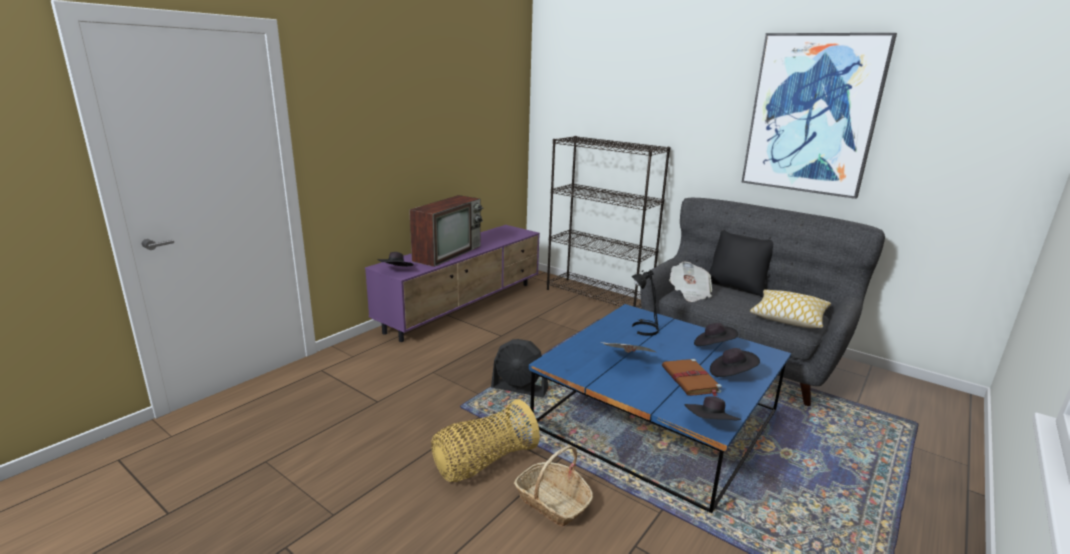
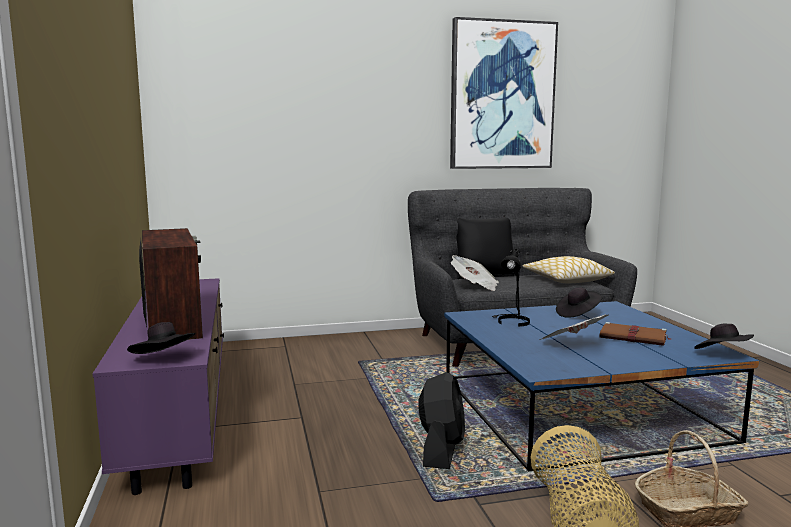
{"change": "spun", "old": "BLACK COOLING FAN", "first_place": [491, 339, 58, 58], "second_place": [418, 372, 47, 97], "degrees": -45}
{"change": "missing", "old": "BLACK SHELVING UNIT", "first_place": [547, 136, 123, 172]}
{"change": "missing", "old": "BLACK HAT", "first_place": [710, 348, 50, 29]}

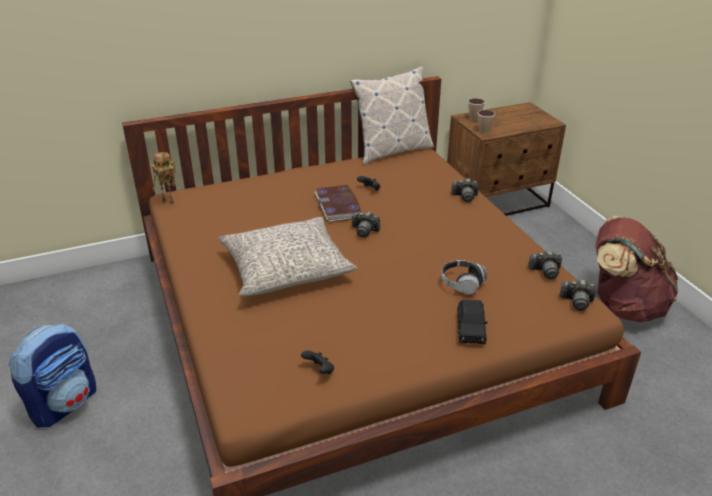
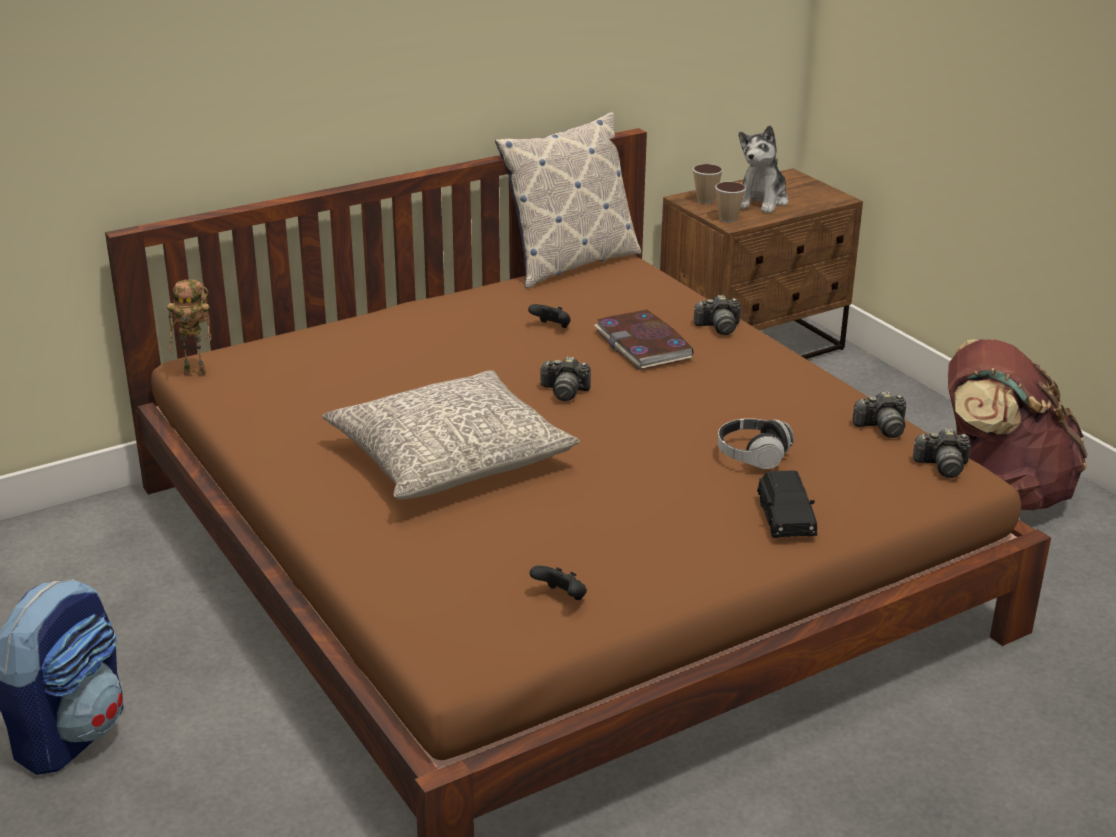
{"change": "relocated", "old": "BOUND BOOK", "first_place": [315, 185, 47, 37], "second_place": [595, 309, 99, 61]}
{"change": "appeared", "new": "SOFT TOY", "second_place": [739, 125, 49, 88]}

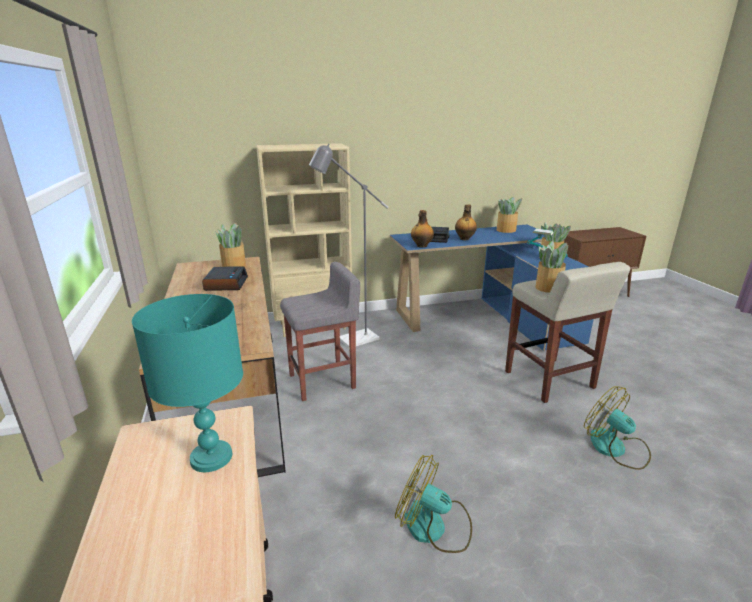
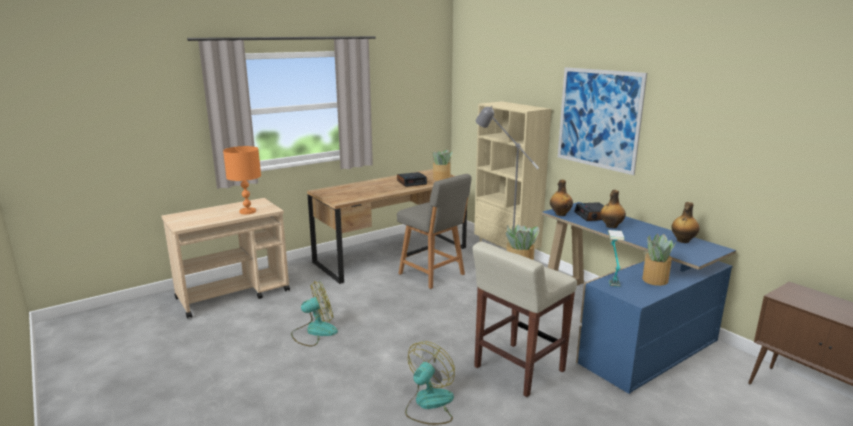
{"change": "colour", "old": "TURQUOISE TABLETOP LAMP", "new": "ORANGEY TABLETOP LAMP", "first_place": [132, 294, 111, 178], "second_place": [223, 146, 38, 68]}
{"change": "spun", "old": "COOLING FAN", "first_place": [395, 455, 77, 98], "second_place": [291, 281, 47, 65], "degrees": 60}
{"change": "exchanged", "old": "GRAY SITTING STOOL", "new": "GRAY UPRIGHT CHAIR", "first_place": [280, 262, 80, 139], "second_place": [397, 174, 75, 115]}
{"change": "appeared", "new": "WALL ART", "second_place": [558, 67, 89, 108]}
{"change": "exchanged", "old": "PLANT IN A POT", "new": "BEVERAGE BOTTLE", "first_place": [497, 197, 25, 36], "second_place": [671, 202, 28, 41]}

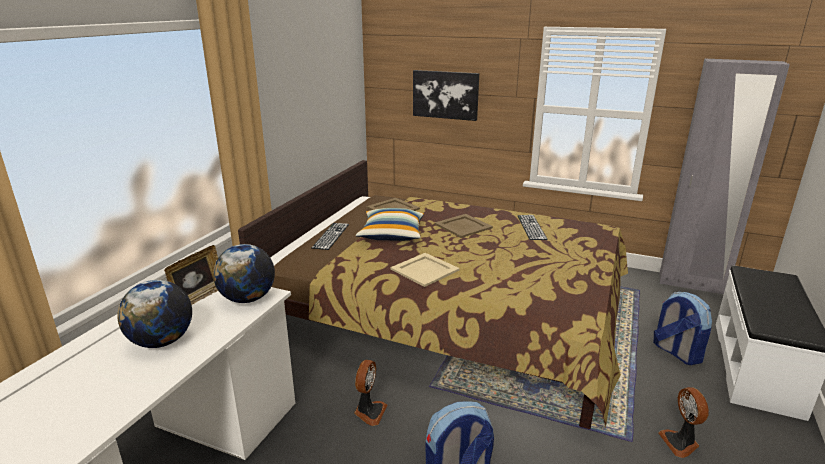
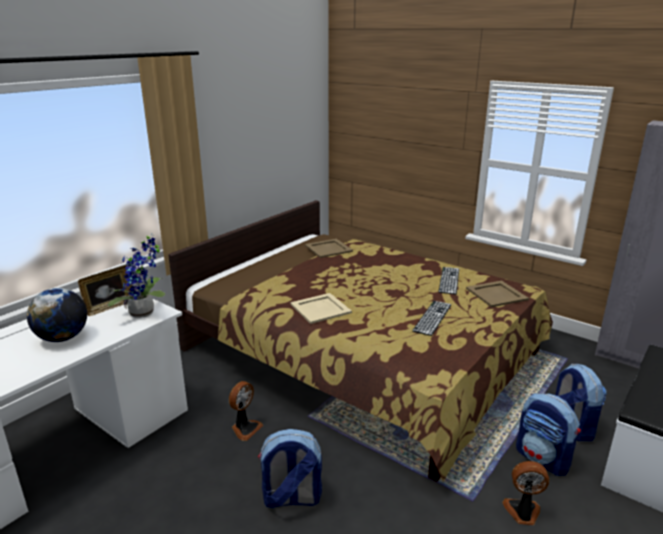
{"change": "exchanged", "old": "WORLD GLOBE", "new": "PLANT IN A POT", "first_place": [213, 244, 62, 59], "second_place": [108, 233, 57, 85]}
{"change": "relocated", "old": "KEYBOARD", "first_place": [312, 223, 37, 27], "second_place": [412, 301, 40, 35]}
{"change": "relocated", "old": "BEIGE CARRYING TRAY", "first_place": [435, 214, 58, 24], "second_place": [466, 281, 63, 26]}
{"change": "spun", "old": "COOLING FAN", "first_place": [659, 387, 50, 71], "second_place": [502, 461, 47, 64], "degrees": 90}
{"change": "appeared", "new": "BACKPACK", "second_place": [516, 393, 65, 83]}
{"change": "missing", "old": "PILLOW", "first_place": [356, 208, 68, 33]}
{"change": "missing", "old": "WALL ART", "first_place": [413, 70, 66, 51]}

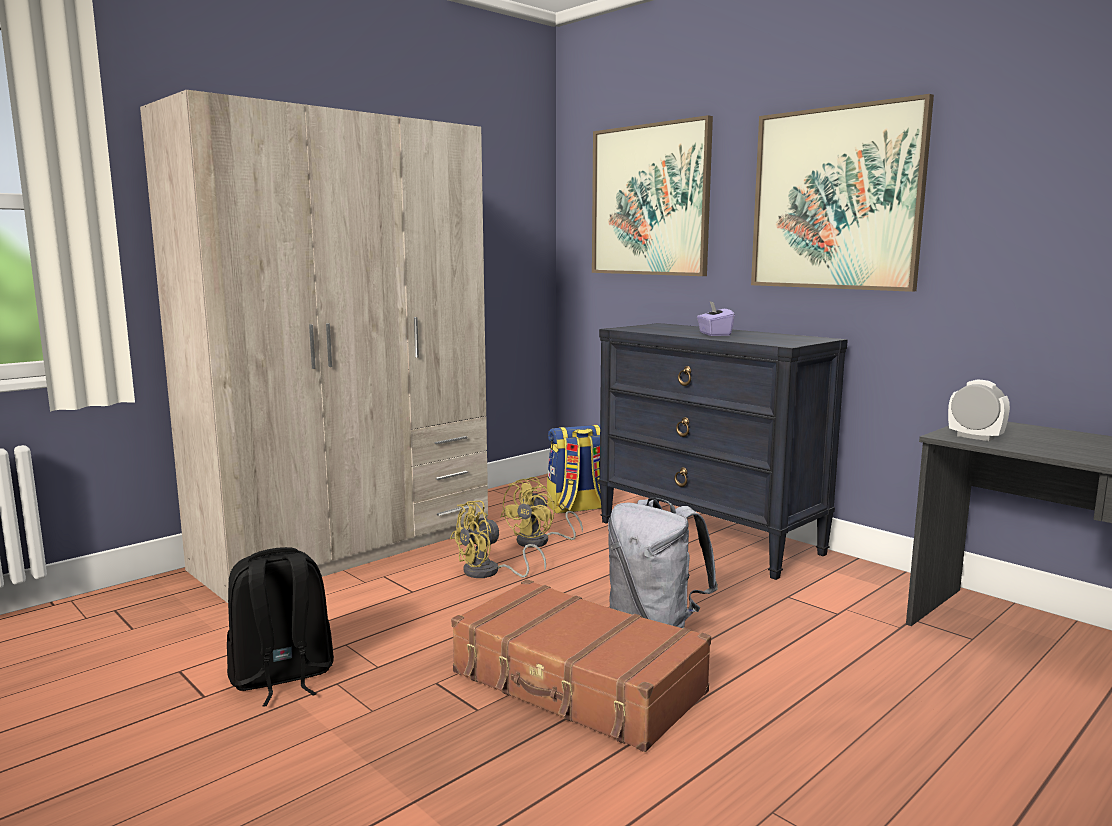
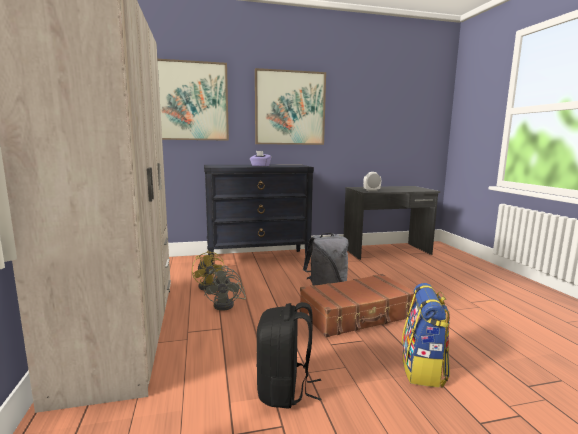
{"change": "colour", "old": "YELLOW-COLOURED COOLING FAN", "new": "GRAY COOLING FAN", "first_place": [450, 500, 96, 78], "second_place": [204, 266, 42, 45]}
{"change": "relocated", "old": "BACKPACK", "first_place": [547, 425, 54, 89], "second_place": [402, 283, 48, 105]}

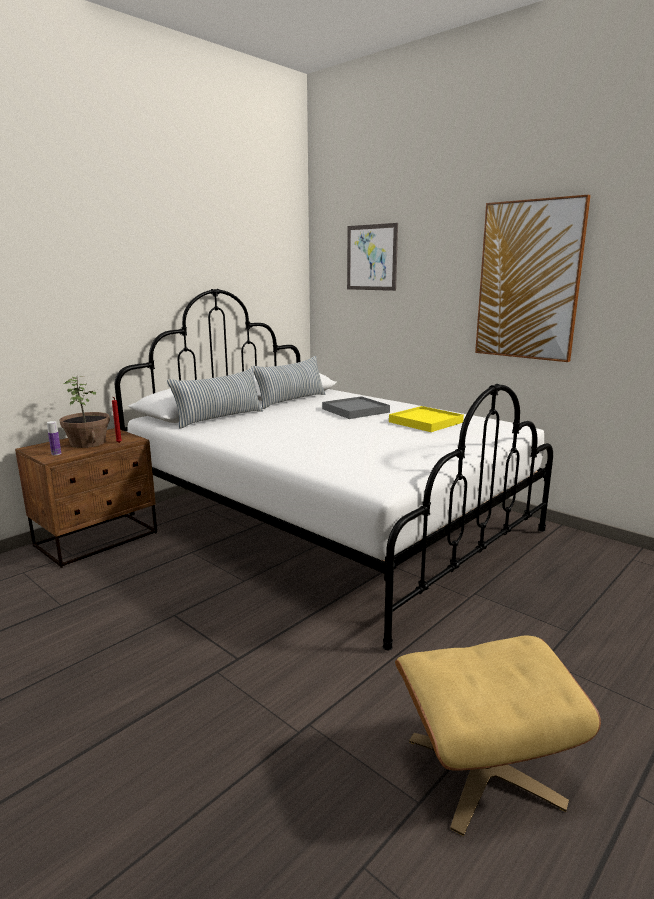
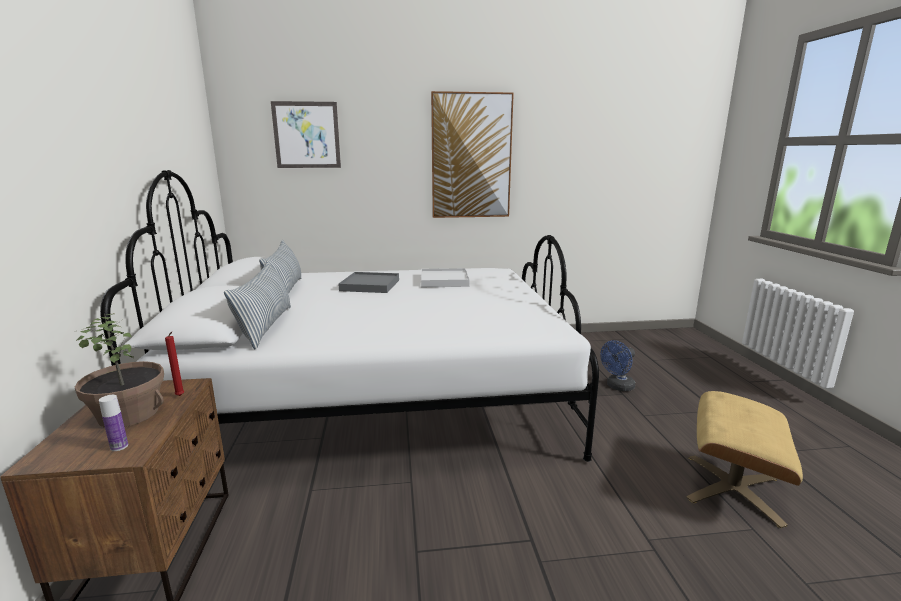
{"change": "colour", "old": "YELLOW-COLOURED CARRYING TRAY", "new": "WHITE CARRYING TRAY", "first_place": [389, 406, 75, 26], "second_place": [421, 268, 49, 19]}
{"change": "appeared", "new": "BLUISH COOLING FAN", "second_place": [600, 340, 35, 51]}

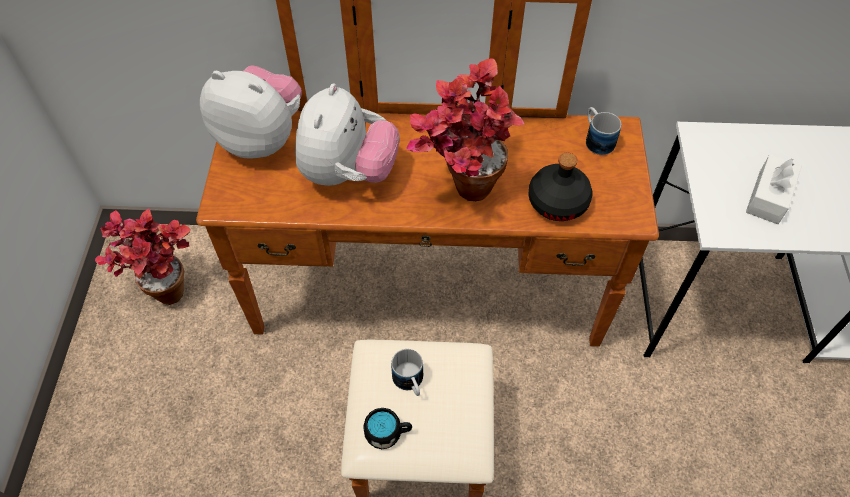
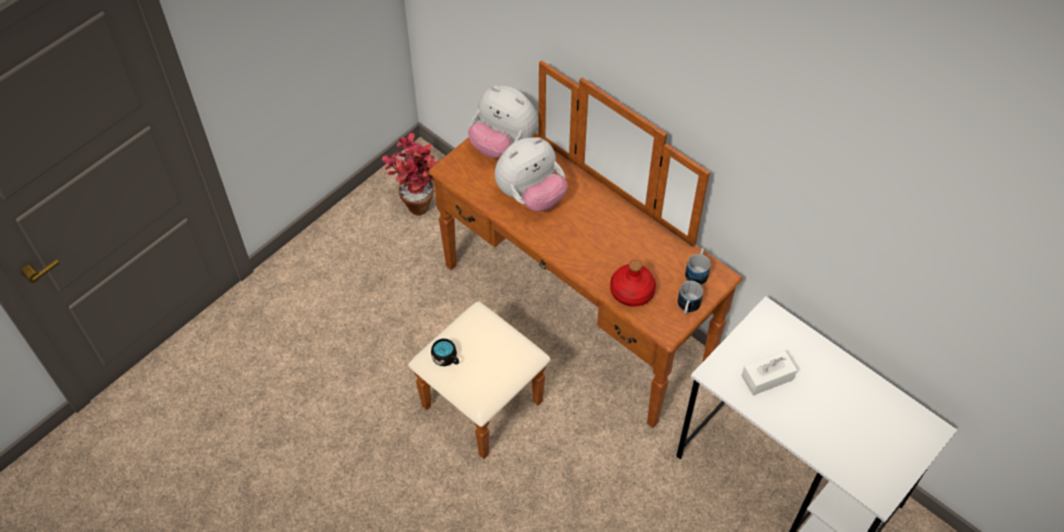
{"change": "spun", "old": "SOFT TOY", "first_place": [200, 65, 102, 94], "second_place": [468, 86, 70, 72], "degrees": 150}
{"change": "colour", "old": "BLACK BEVERAGE BOTTLE", "new": "RED-COLOURED BEVERAGE BOTTLE", "first_place": [529, 153, 63, 68], "second_place": [610, 260, 46, 47]}
{"change": "relocated", "old": "TEA MUG", "first_place": [391, 349, 32, 47], "second_place": [678, 281, 25, 34]}
{"change": "missing", "old": "PLANT IN A POT", "first_place": [406, 58, 118, 143]}

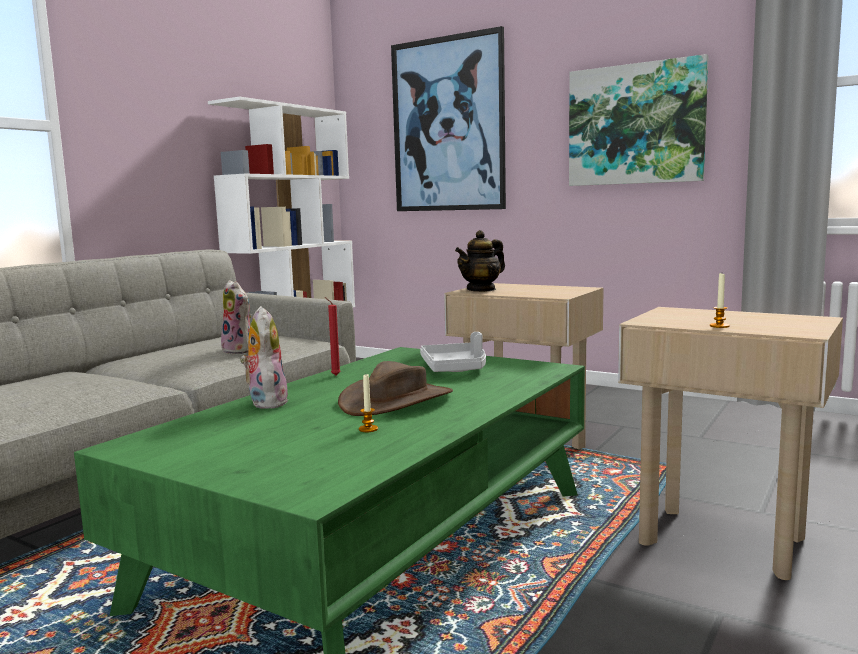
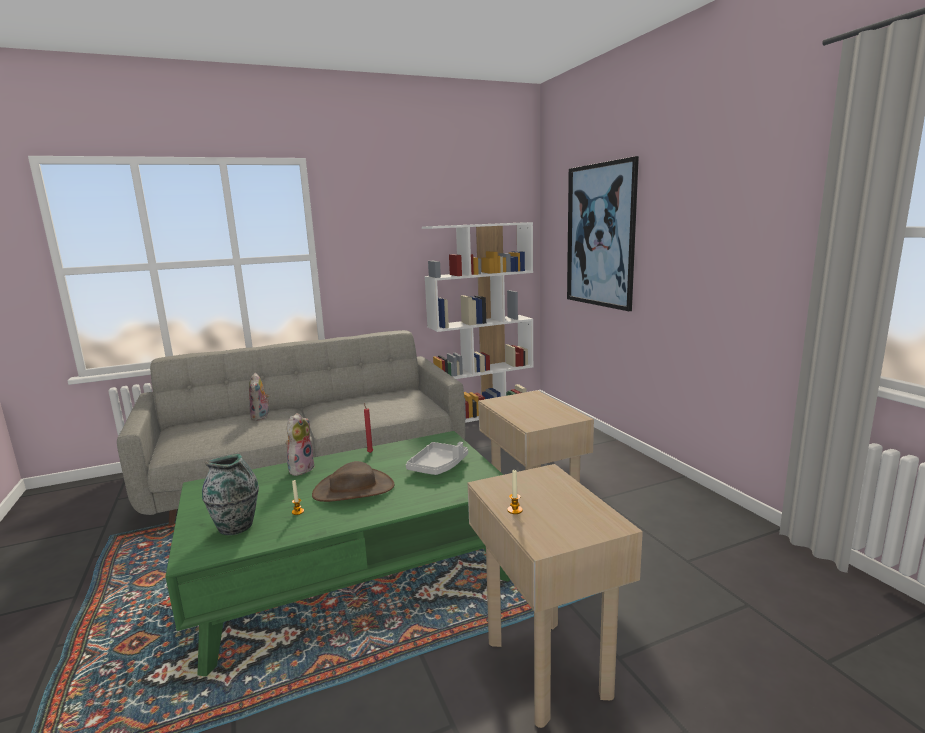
{"change": "appeared", "new": "DECORATIVE VASE", "second_place": [202, 454, 57, 81]}
{"change": "relocated", "old": "SOFT TOY", "first_place": [220, 280, 32, 74], "second_place": [249, 373, 21, 48]}
{"change": "missing", "old": "TEA POT", "first_place": [455, 230, 50, 62]}
{"change": "missing", "old": "WALL ART", "first_place": [569, 54, 140, 132]}

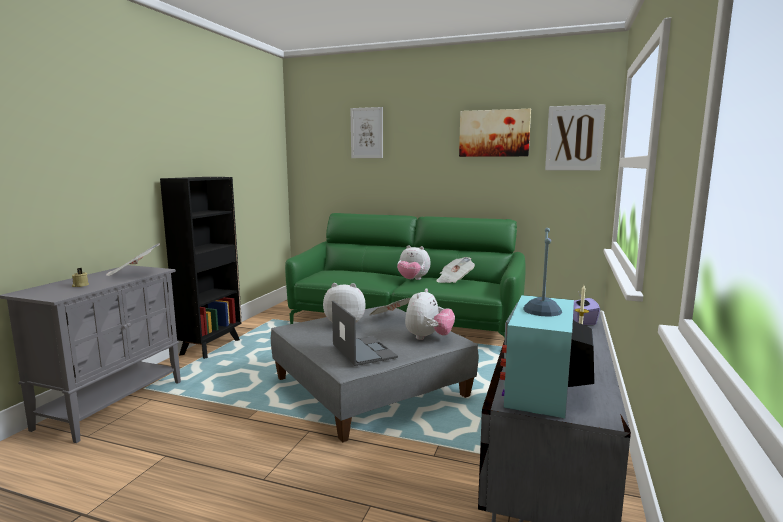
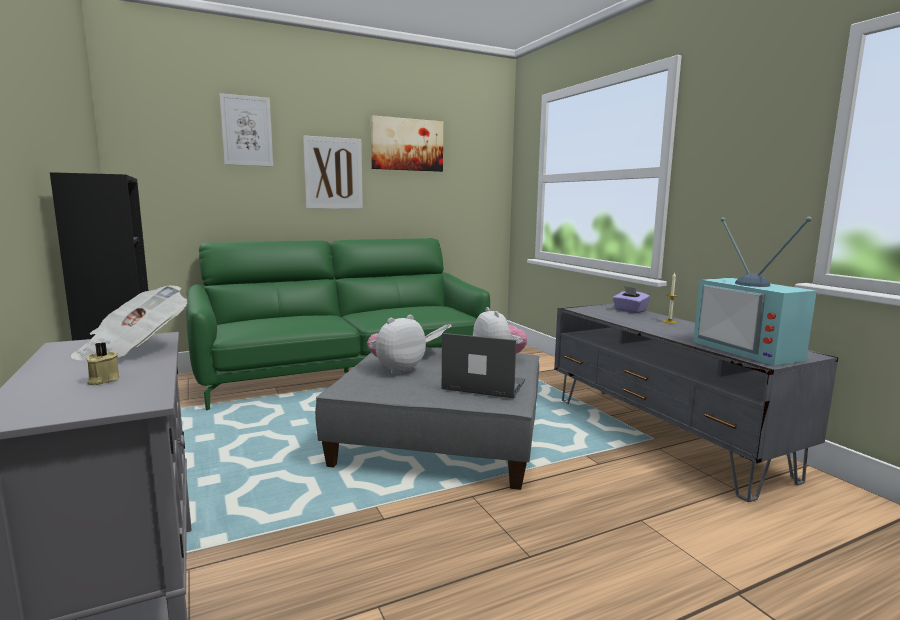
{"change": "relocated", "old": "WALL ART", "first_place": [545, 104, 61, 67], "second_place": [303, 135, 60, 74]}
{"change": "missing", "old": "SOFT TOY", "first_place": [397, 245, 34, 35]}
{"change": "missing", "old": "PRINTED PAPER", "first_place": [436, 257, 39, 26]}

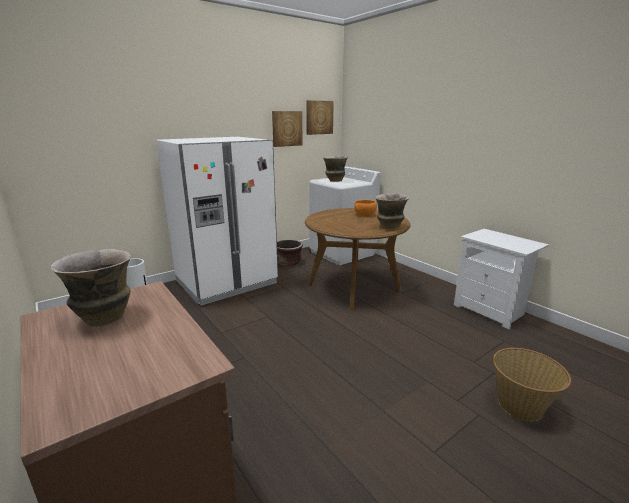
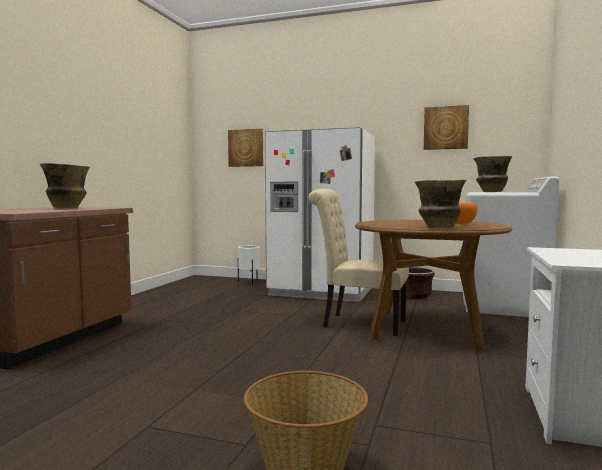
{"change": "relocated", "old": "WALL ART", "first_place": [306, 100, 28, 35], "second_place": [228, 128, 35, 39]}
{"change": "appeared", "new": "BEIGE UPRIGHT CHAIR", "second_place": [309, 189, 100, 147]}

